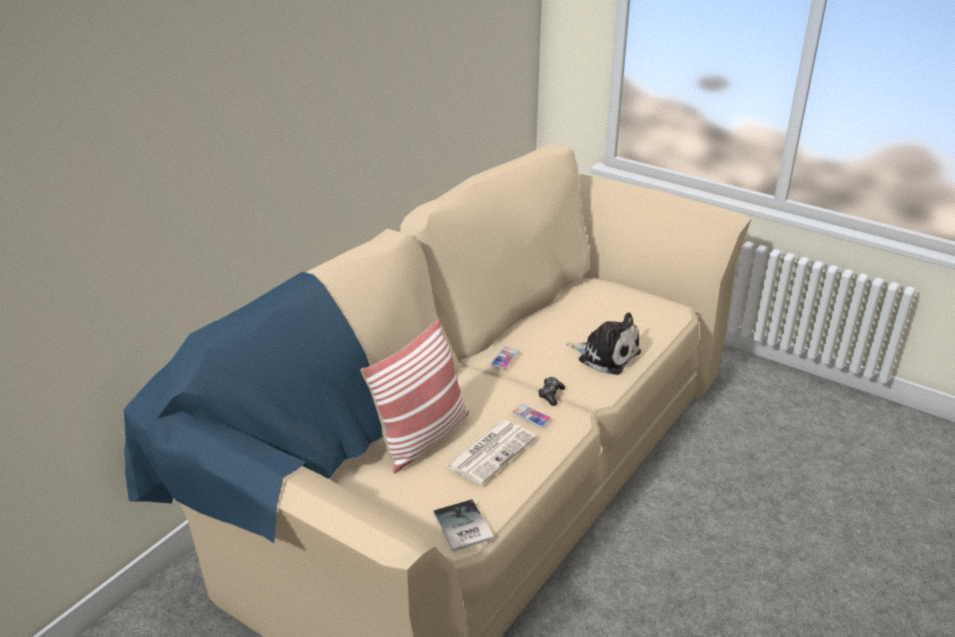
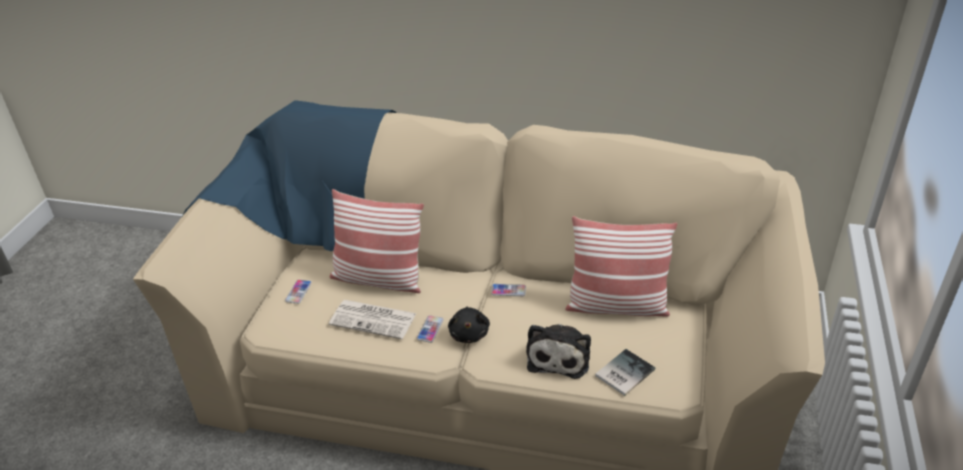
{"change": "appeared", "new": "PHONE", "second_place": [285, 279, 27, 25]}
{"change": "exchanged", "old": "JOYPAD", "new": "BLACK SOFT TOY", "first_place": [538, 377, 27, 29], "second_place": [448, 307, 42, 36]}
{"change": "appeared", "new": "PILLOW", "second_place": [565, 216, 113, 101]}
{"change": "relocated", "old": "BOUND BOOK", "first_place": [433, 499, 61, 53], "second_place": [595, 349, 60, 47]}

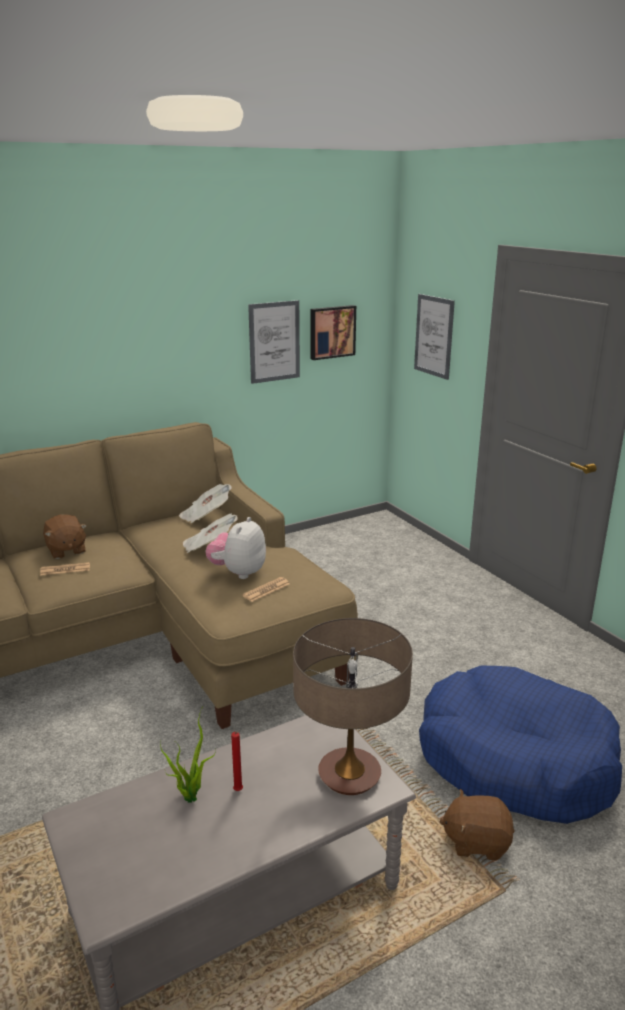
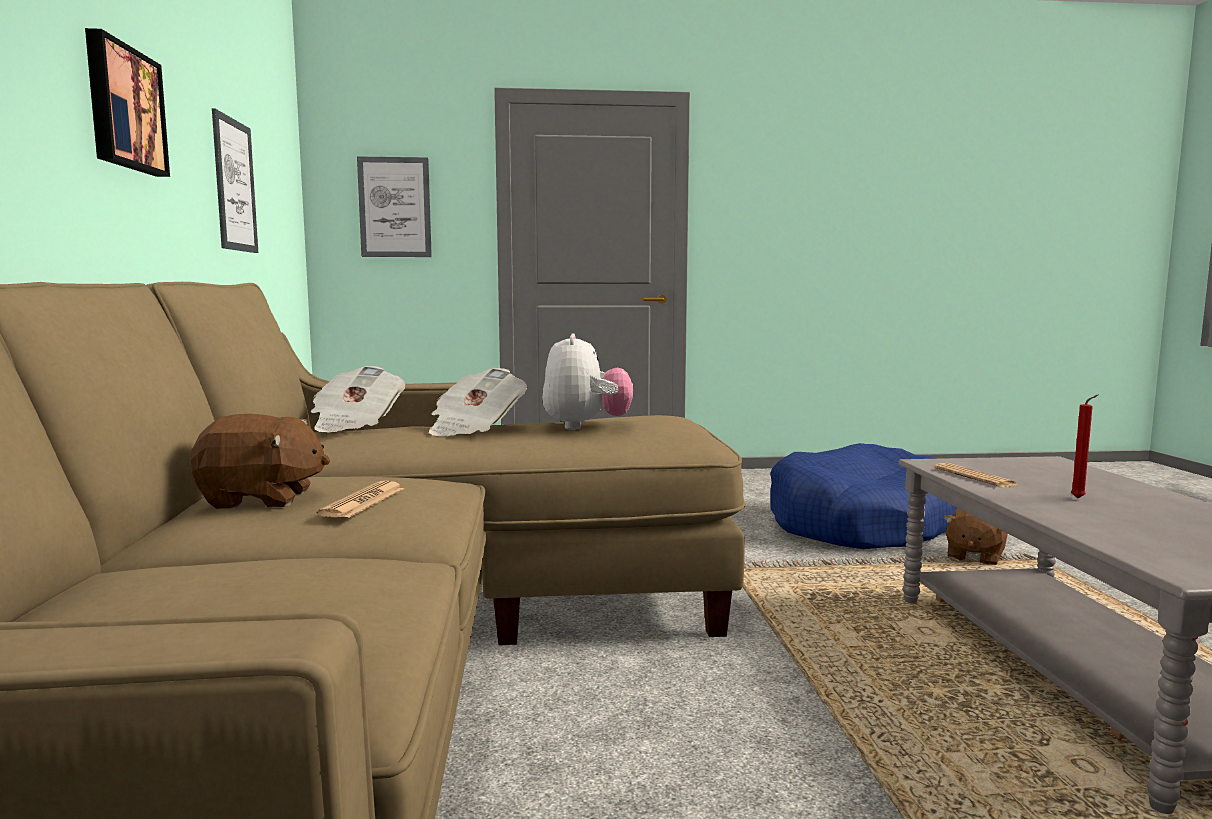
{"change": "relocated", "old": "WALL ART", "first_place": [310, 305, 46, 55], "second_place": [85, 28, 85, 149]}
{"change": "spun", "old": "SOFT TOY", "first_place": [205, 517, 61, 62], "second_place": [542, 333, 91, 97], "degrees": -135}
{"change": "relocated", "old": "PRINTED PAPER", "first_place": [242, 577, 47, 25], "second_place": [935, 463, 81, 24]}
{"change": "missing", "old": "PLANT IN A POT", "first_place": [160, 709, 56, 94]}
{"change": "missing", "old": "TABLETOP LAMP", "first_place": [293, 618, 120, 177]}

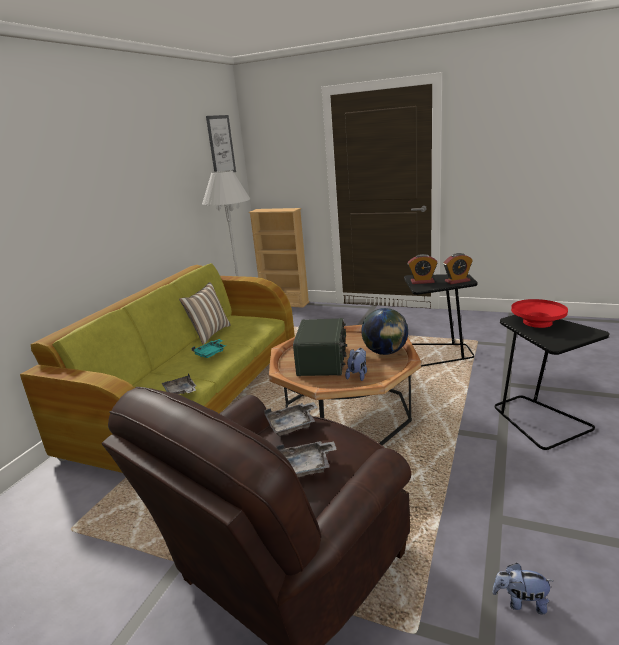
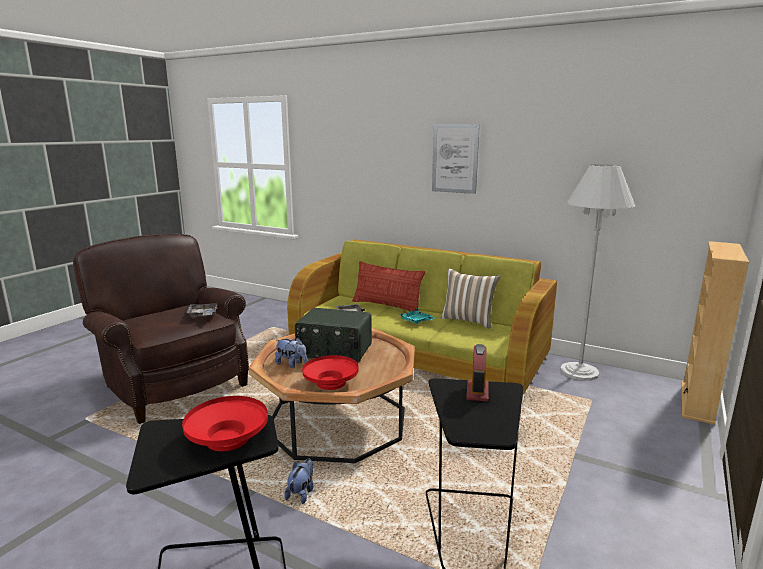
{"change": "relocated", "old": "SOFT TOY", "first_place": [492, 563, 62, 52], "second_place": [284, 458, 30, 46]}
{"change": "exchanged", "old": "WORLD GLOBE", "new": "RED-COLOURED DEEP DISH", "first_place": [361, 308, 47, 47], "second_place": [302, 355, 57, 35]}
{"change": "appeared", "new": "PILLOW", "second_place": [352, 261, 73, 50]}
{"change": "relocated", "old": "WALL ART", "first_place": [206, 115, 30, 57], "second_place": [432, 124, 48, 70]}
{"change": "missing", "old": "GRAY CARRYING TRAY", "first_place": [276, 441, 61, 36]}
{"change": "missing", "old": "BEDSIDE CLOCK", "first_place": [443, 253, 30, 31]}

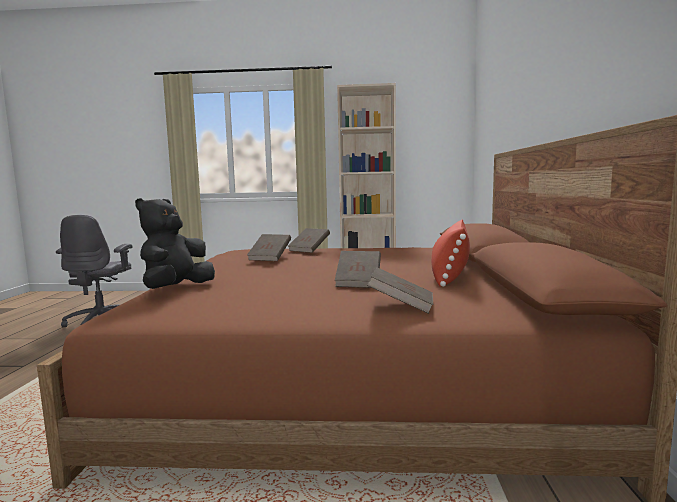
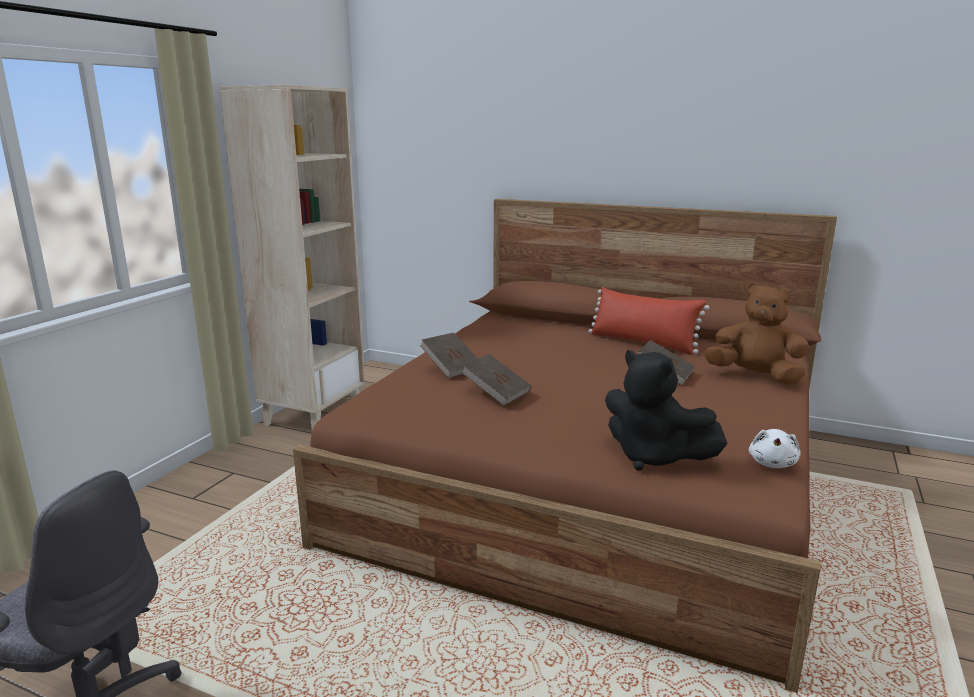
{"change": "exchanged", "old": "BROWNISH BOUND BOOK", "new": "BROWNISH SOFT TOY", "first_place": [367, 267, 66, 47], "second_place": [704, 283, 105, 101]}
{"change": "appeared", "new": "WHITE SOFT TOY", "second_place": [749, 429, 52, 39]}

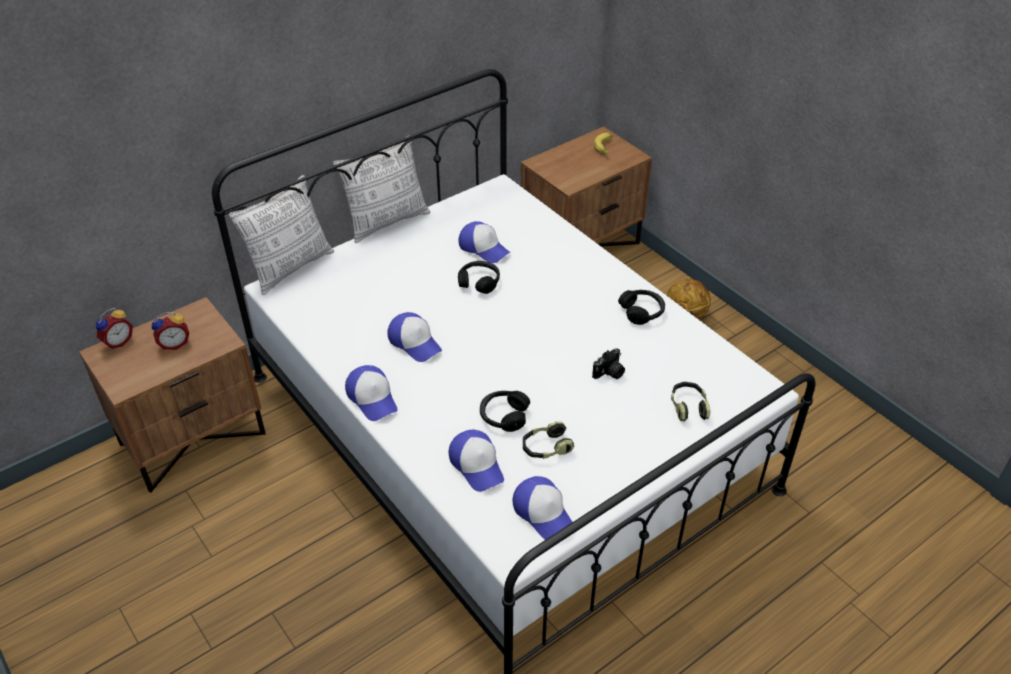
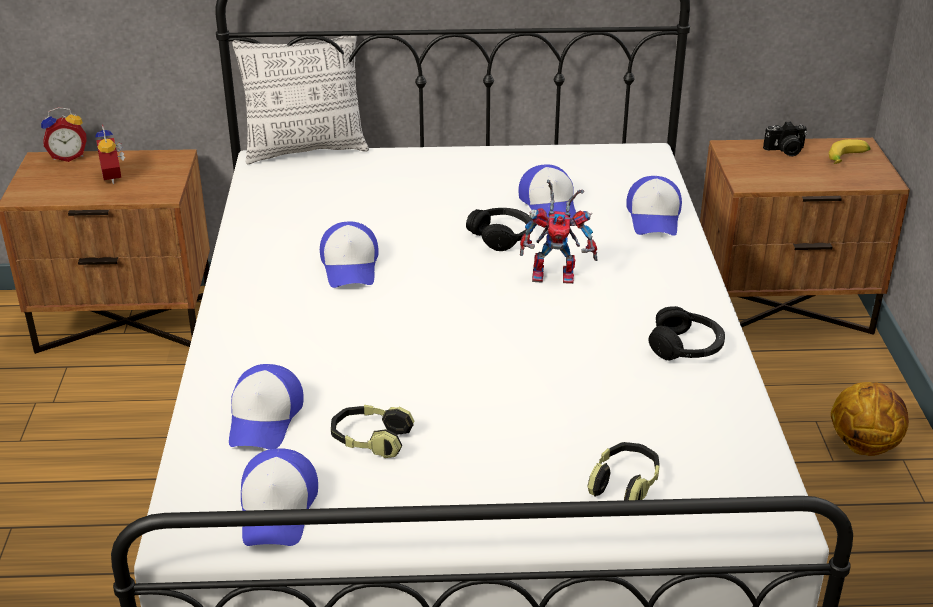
{"change": "spun", "old": "BEDSIDE CLOCK", "first_place": [152, 312, 37, 38], "second_place": [95, 124, 30, 60], "degrees": 60}
{"change": "appeared", "new": "MODEL ROBOT", "second_place": [520, 179, 77, 105]}
{"change": "relocated", "old": "PEAKED CAP", "first_place": [345, 365, 52, 56], "second_place": [626, 176, 56, 60]}
{"change": "relocated", "old": "PHOTO CAMERA", "first_place": [592, 348, 33, 31], "second_place": [763, 121, 44, 35]}
{"change": "missing", "old": "PILLOW", "first_place": [333, 136, 97, 107]}
{"change": "missing", "old": "BLACK HEADPHONES", "first_place": [480, 391, 50, 41]}

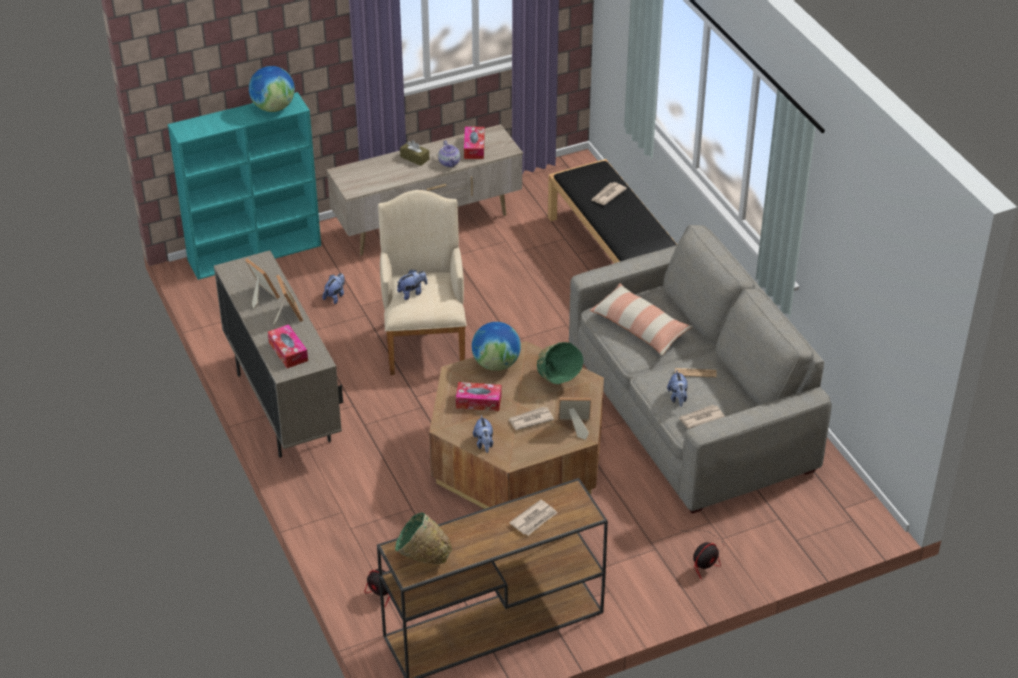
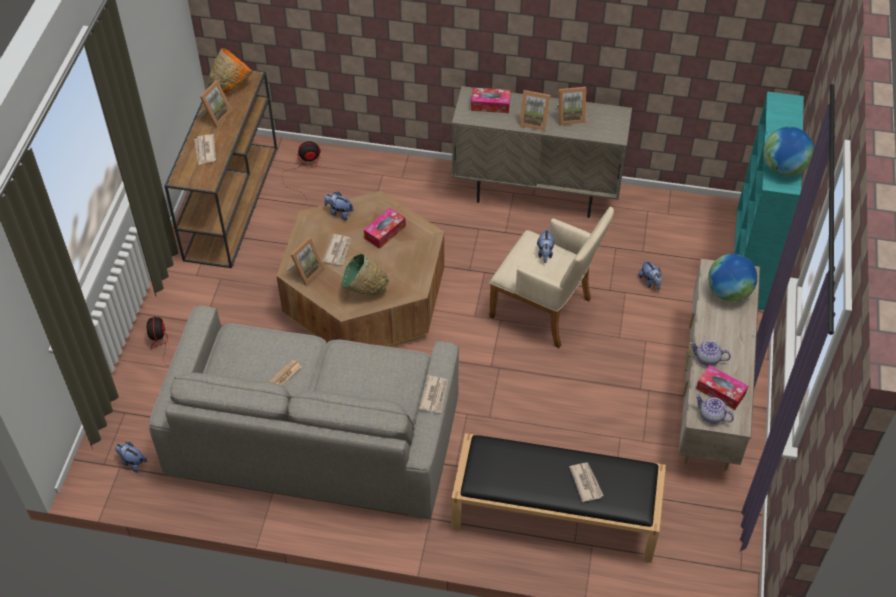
{"change": "relocated", "old": "SOFT TOY", "first_place": [667, 369, 21, 38], "second_place": [115, 442, 32, 31]}
{"change": "appeared", "new": "STANDING FRAME", "second_place": [197, 80, 35, 47]}
{"change": "colour", "old": "GREEN DEEP DISH", "new": "ORANGEY DEEP DISH", "first_place": [395, 512, 57, 52], "second_place": [209, 48, 43, 45]}
{"change": "relocated", "old": "PRINTED PAPER", "first_place": [678, 405, 47, 24], "second_place": [419, 376, 29, 37]}
{"change": "appeared", "new": "TEA POT", "second_place": [695, 395, 39, 29]}
{"change": "relocated", "old": "WORLD GLOBE", "first_place": [472, 322, 49, 49], "second_place": [708, 253, 50, 49]}
{"change": "missing", "old": "BROWNISH TISSUE BOX", "first_place": [400, 140, 29, 26]}
{"change": "missing", "old": "PILLOW", "first_place": [590, 283, 103, 73]}

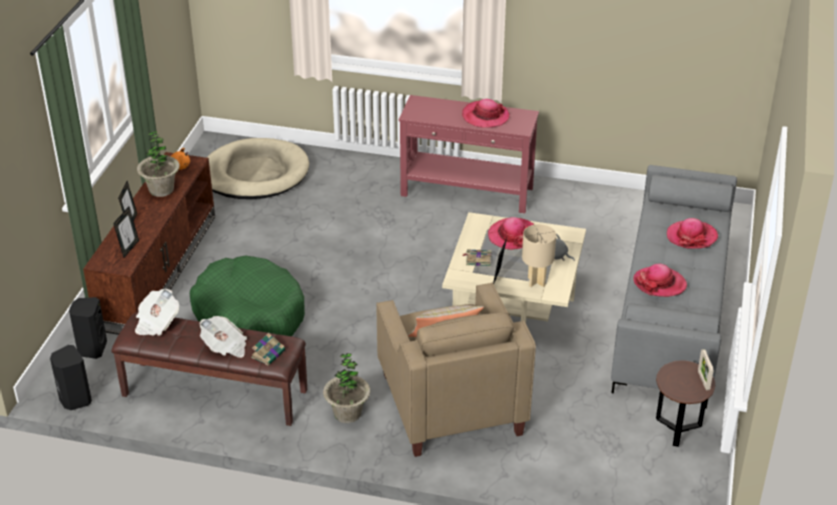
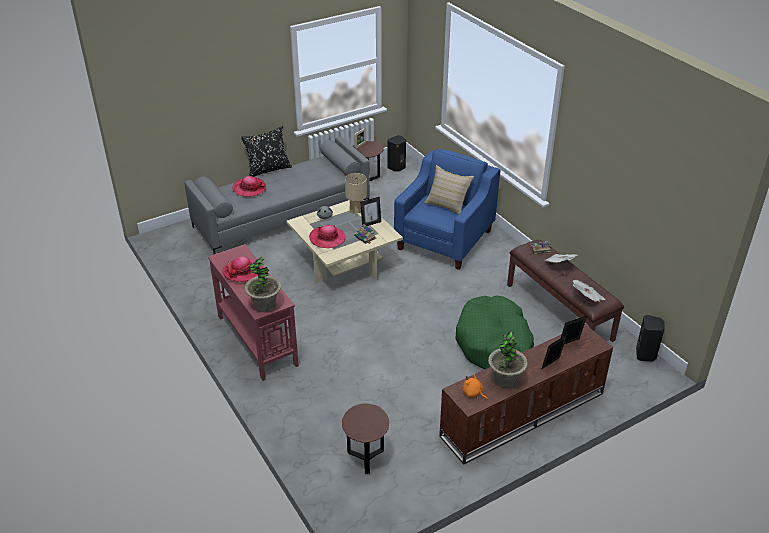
{"change": "appeared", "new": "BLACK PILLOW", "second_place": [241, 126, 51, 51]}
{"change": "relocated", "old": "PLANT IN A POT", "first_place": [323, 353, 47, 70], "second_place": [244, 257, 37, 55]}
{"change": "exchanged", "old": "BEIGE DOG BED", "new": "BROWNISH ACCENT TABLE", "first_place": [207, 138, 102, 61], "second_place": [342, 404, 47, 70]}
{"change": "relocated", "old": "BLACK AUDIO SPEAKER", "first_place": [69, 297, 38, 62], "second_place": [387, 135, 19, 37]}
{"change": "colour", "old": "BEIGE EASY CHAIR", "new": "BLUISH EASY CHAIR", "first_place": [376, 282, 160, 175], "second_place": [394, 149, 106, 121]}
{"change": "missing", "old": "HAT", "first_place": [633, 264, 54, 33]}

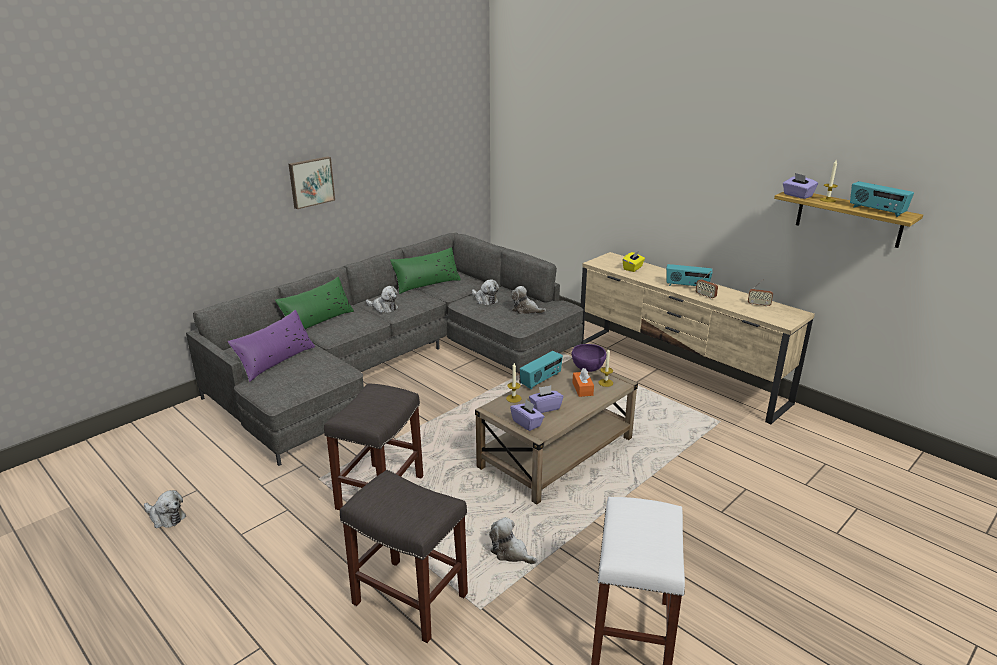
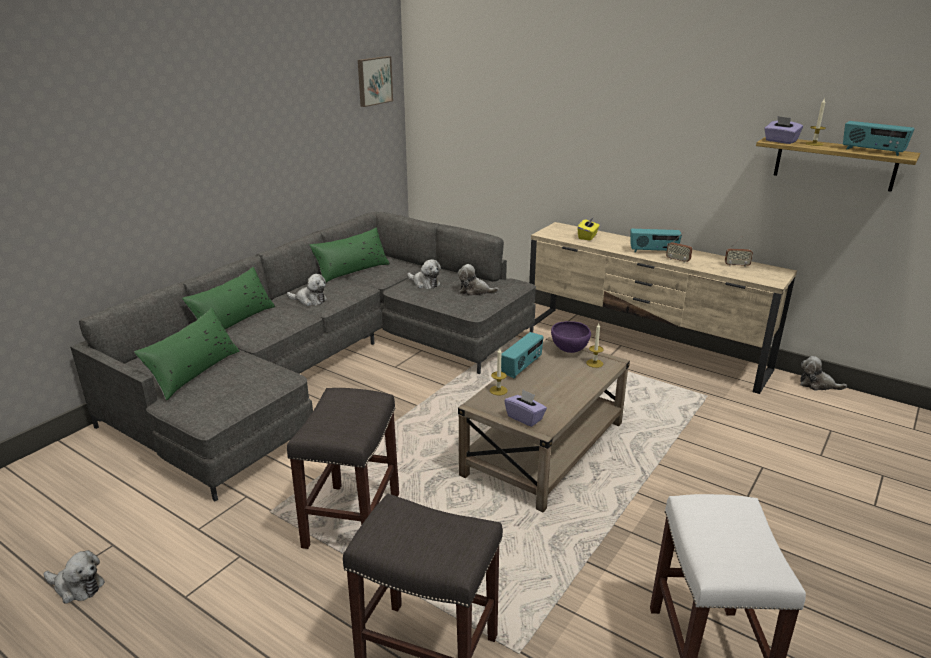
{"change": "colour", "old": "PURPLISH PILLOW", "new": "GREEN PILLOW", "first_place": [228, 310, 87, 72], "second_place": [134, 308, 106, 93]}
{"change": "relocated", "old": "WALL ART", "first_place": [289, 156, 46, 53], "second_place": [358, 56, 35, 51]}
{"change": "relocated", "old": "SOFT TOY", "first_place": [489, 517, 48, 47], "second_place": [800, 356, 47, 34]}
{"change": "missing", "old": "PURPLISH TISSUE BOX", "first_place": [529, 385, 34, 28]}
{"change": "missing", "old": "ORANGEY TISSUE BOX", "first_place": [572, 368, 22, 29]}

